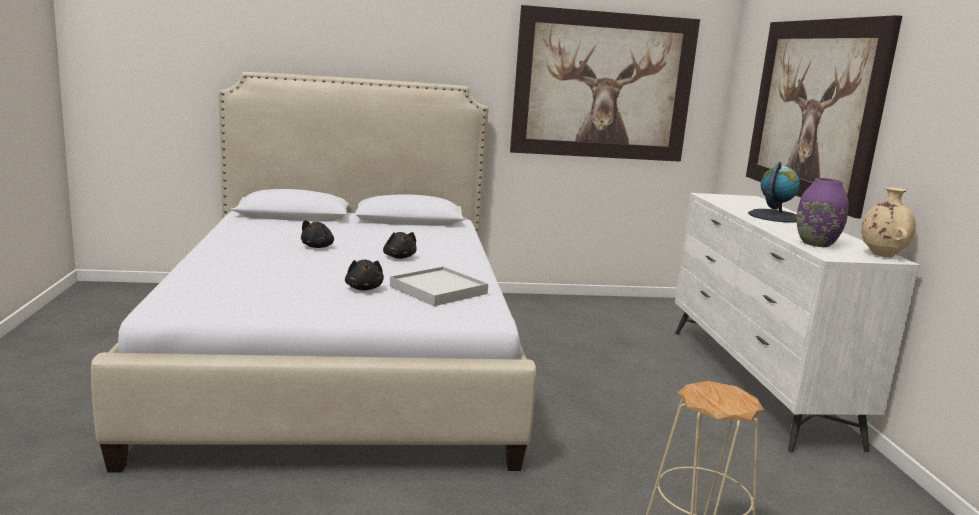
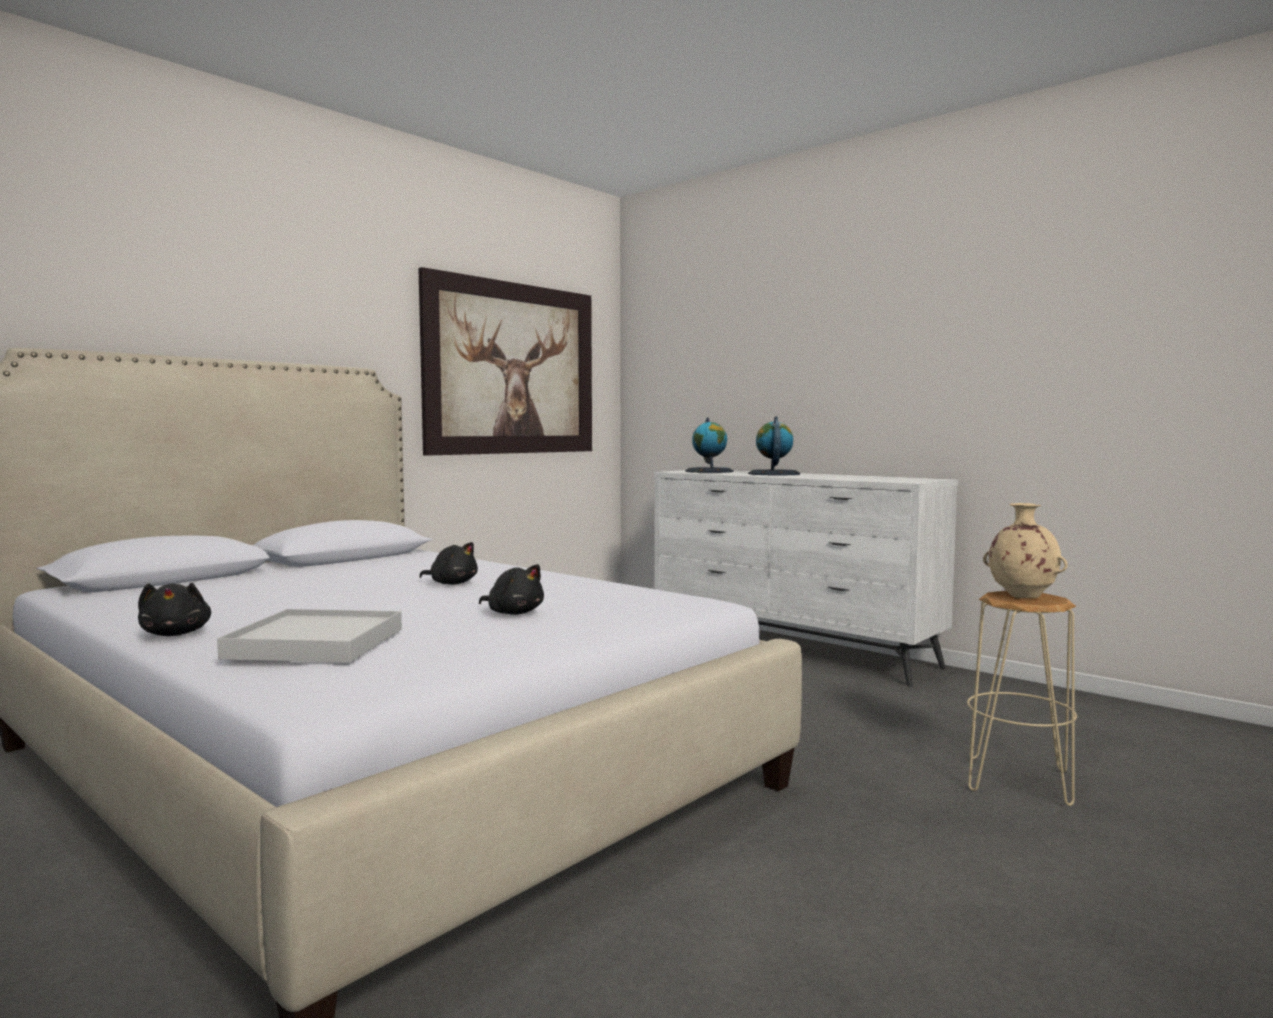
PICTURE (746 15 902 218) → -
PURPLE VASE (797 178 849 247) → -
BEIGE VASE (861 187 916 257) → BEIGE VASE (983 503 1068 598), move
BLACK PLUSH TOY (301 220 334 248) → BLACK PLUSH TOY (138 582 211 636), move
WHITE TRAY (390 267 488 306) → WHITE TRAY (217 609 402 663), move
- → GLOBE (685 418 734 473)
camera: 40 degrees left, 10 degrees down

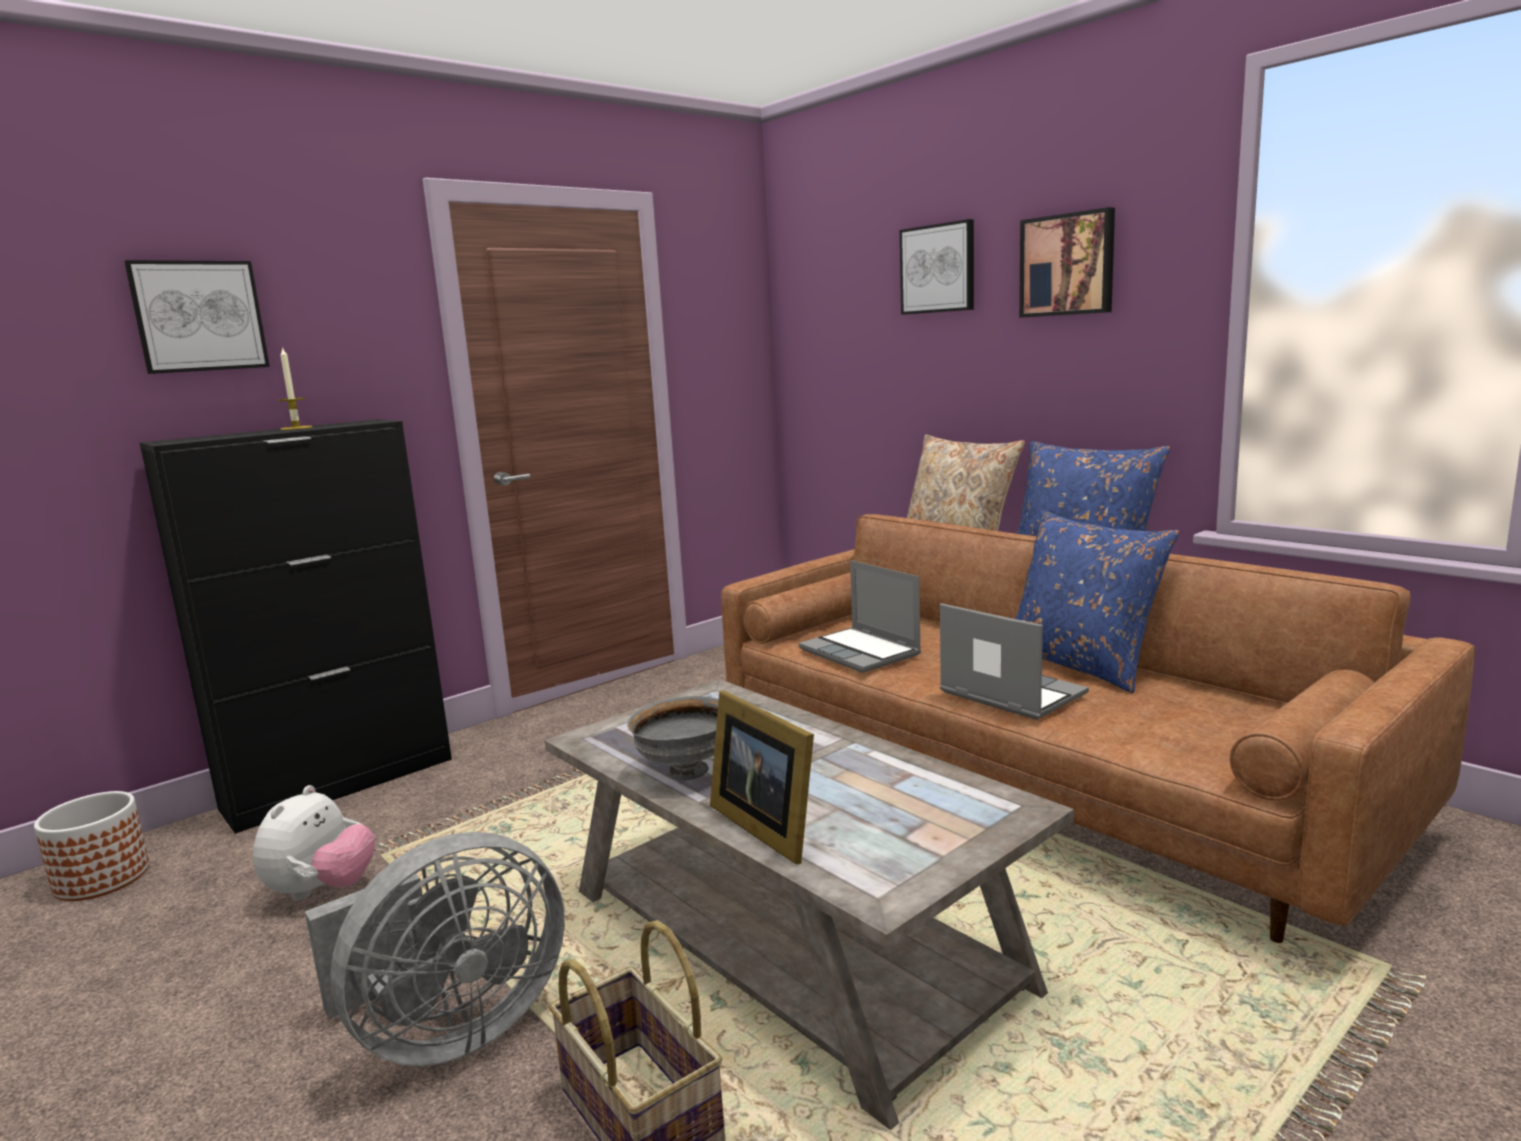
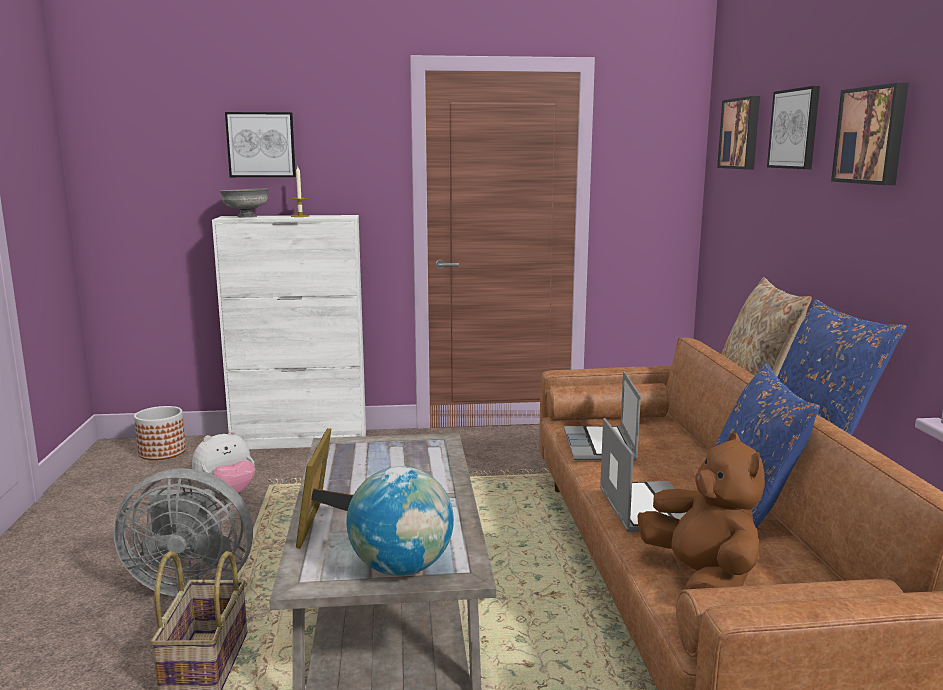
BLACK CABINET (140 419 452 834) → WHITE CABINET (212 215 366 449)
GREY BOWL (627 696 719 780) → GREY BOWL (219 188 268 217), move
- → PICTURE (717 96 760 169)
- → BROWN PLUSH TOY (637 432 765 590)
- → GLOBE (347 466 454 576)
camera: 35 degrees right, 0 degrees up

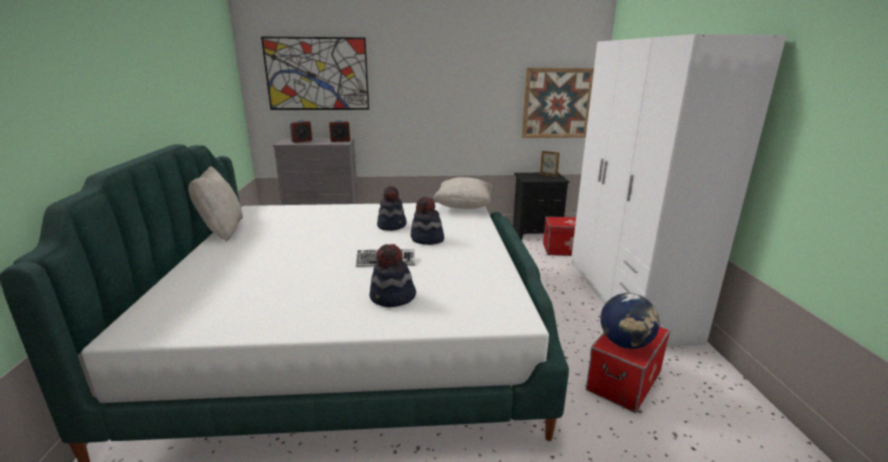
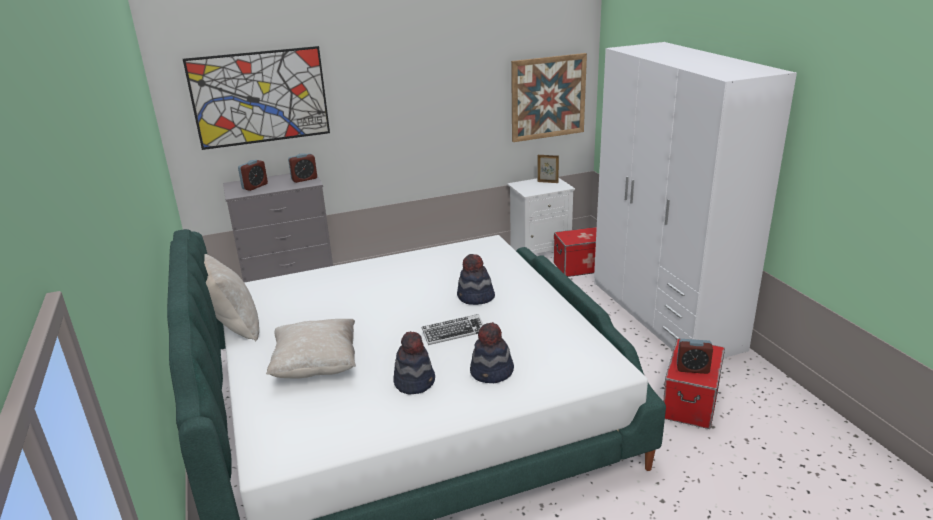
BLACK NIGHTSTAND (513 173 570 240) → WHITE NIGHTSTAND (507 178 575 254)
BEIGE PILLOW (434 177 492 209) → BEIGE PILLOW (266 319 356 378), move
HAT (377 186 407 231) → HAT (393 331 435 394), move
GLOBE (600 293 660 349) → ALARM CLOCK (677 339 713 374)
camera: 15 degrees left, 5 degrees up

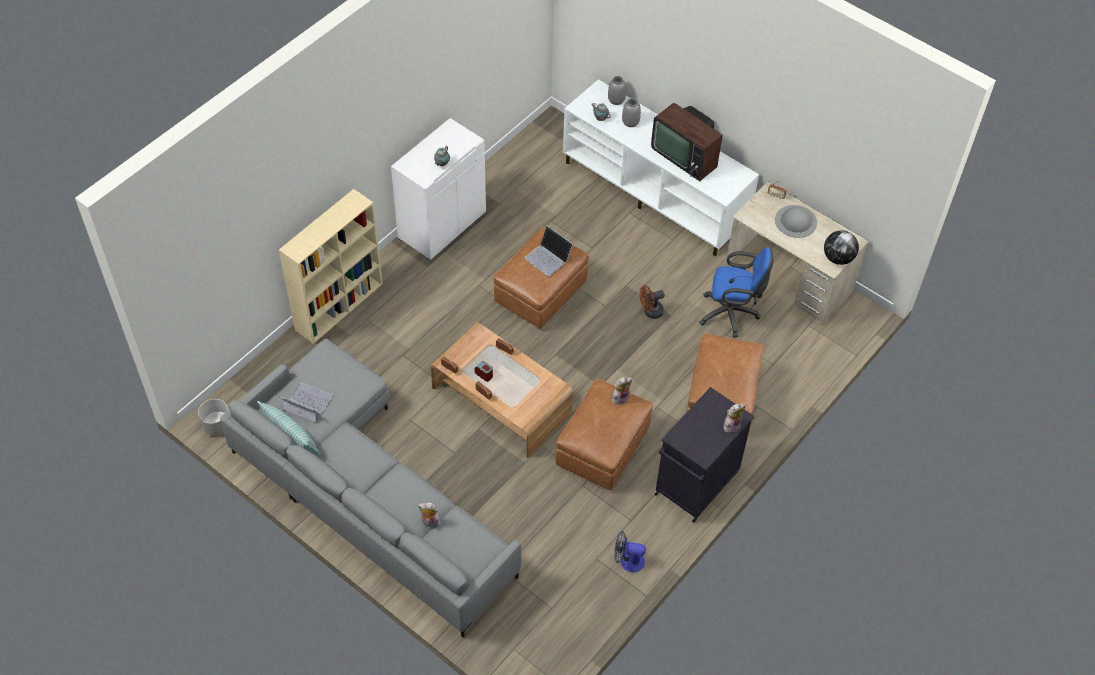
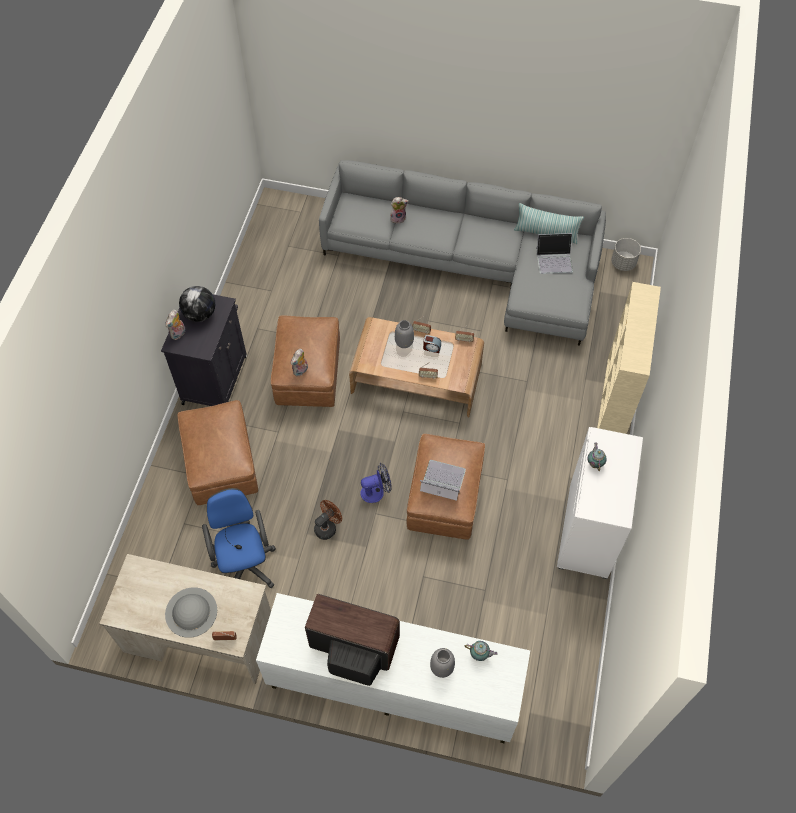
GREY VASE (608 76 626 105) → GREY VASE (395 320 414 348), move
GLOBE (824 230 859 265) → GLOBE (179 286 215 322), move
BLUE OFFICE CHAIR (699 247 773 338) → BLUE OFFICE CHAIR (202 488 276 588), 90 degrees clockwise
FAN (615 531 646 572) → FAN (361 463 391 503), move
camera: 155 degrees right, 5 degrees up

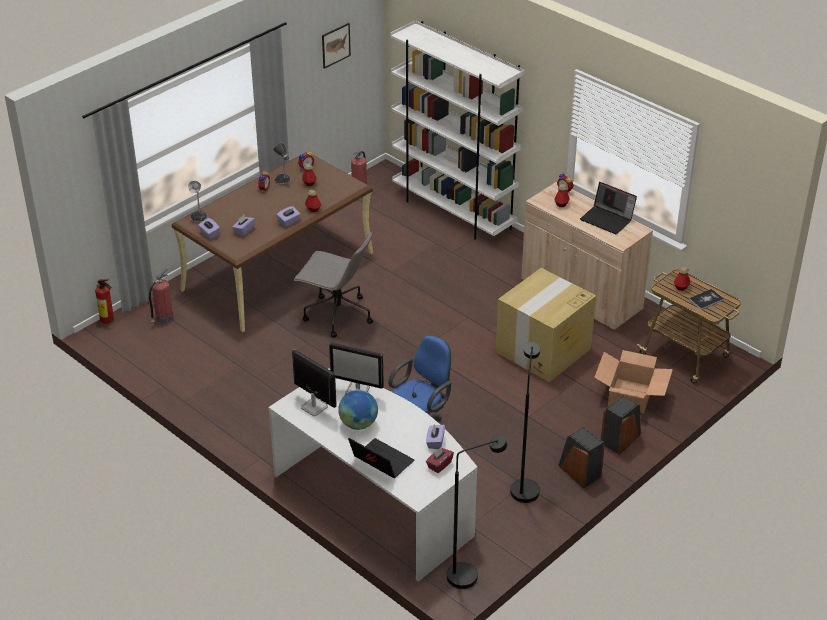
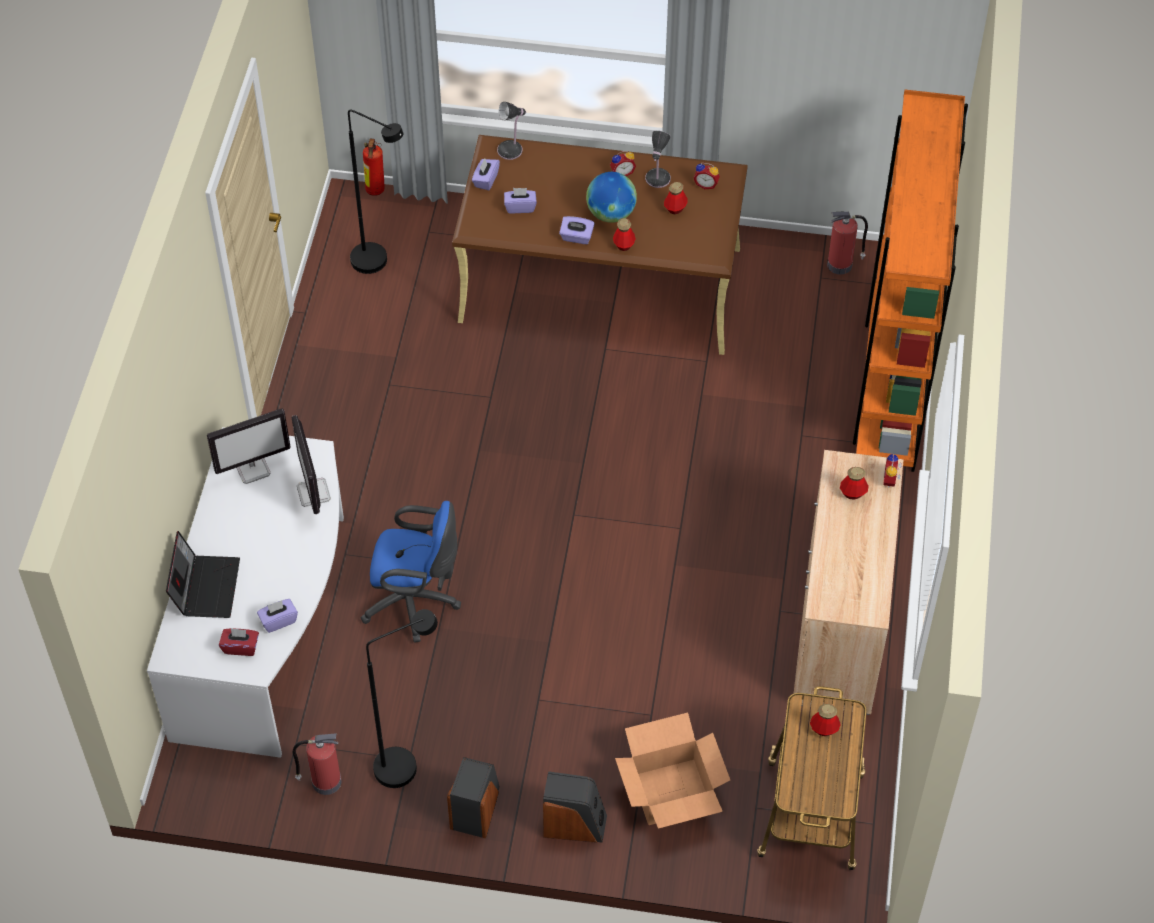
WHITE BOOKCASE (390 20 525 240) → ORANGE BOOKCASE (853 90 968 472)
PICTURE (322 23 351 69) → -
LAPTOP (580 182 637 234) → -
GREY OFFICE CHAIR (294 231 373 338) → -
FIRE EXTINGUISHER (149 268 174 325) → FIRE EXTINGUISHER (293 734 342 795), move
CARDBOARD BOX (496 268 596 382) → -
BOOK (689 289 724 310) → -
MONITOR (292 349 337 416) → MONITOR (207 408 291 484), 60 degrees clockwise
GLOBE (338 390 378 430) → GLOBE (586 172 637 223), move
BLACK FLOOR LAMP (447 435 507 589) → BLACK FLOOR LAMP (348 110 403 274), move
camera: 55 degrees right, 15 degrees up

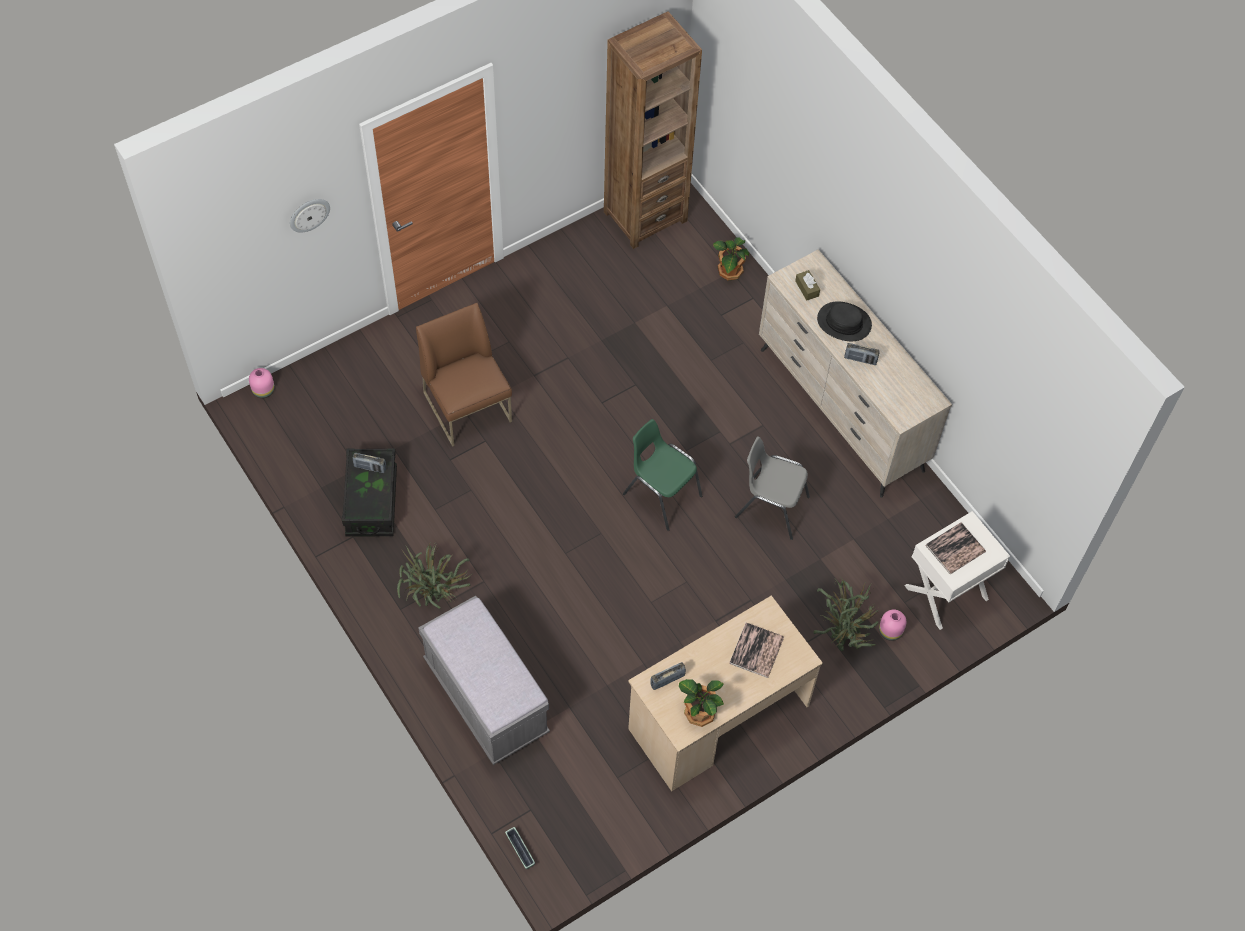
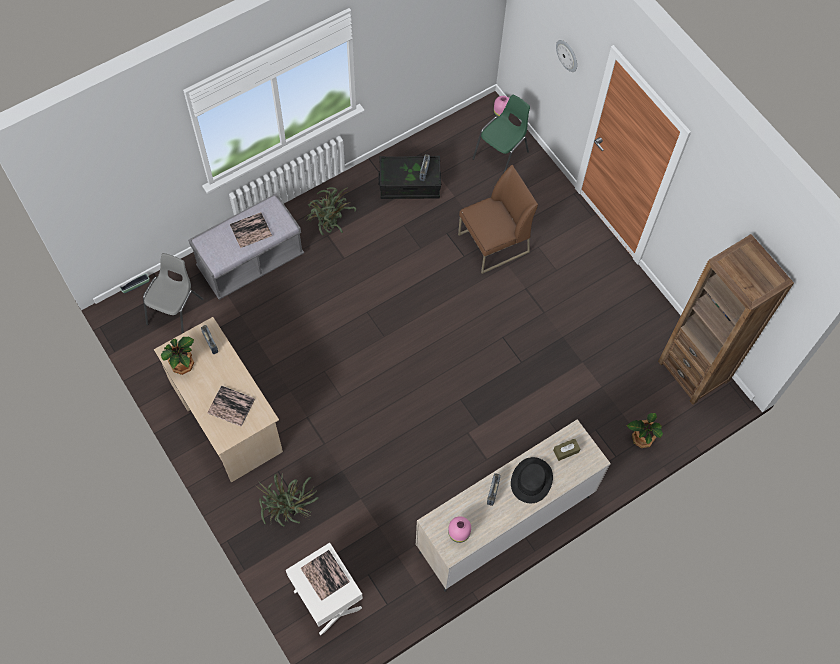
GREEN CHAIR (623 419 702 531) → GREEN CHAIR (472 95 530 173), move
GREY CHAIR (735 436 810 540) → GREY CHAIR (143 253 203 334), move
PINK VASE (879 610 907 641) → PINK VASE (448 516 471 543), move
- → BOOK (230 212 272 248)
camera: 90 degrees right, 5 degrees up

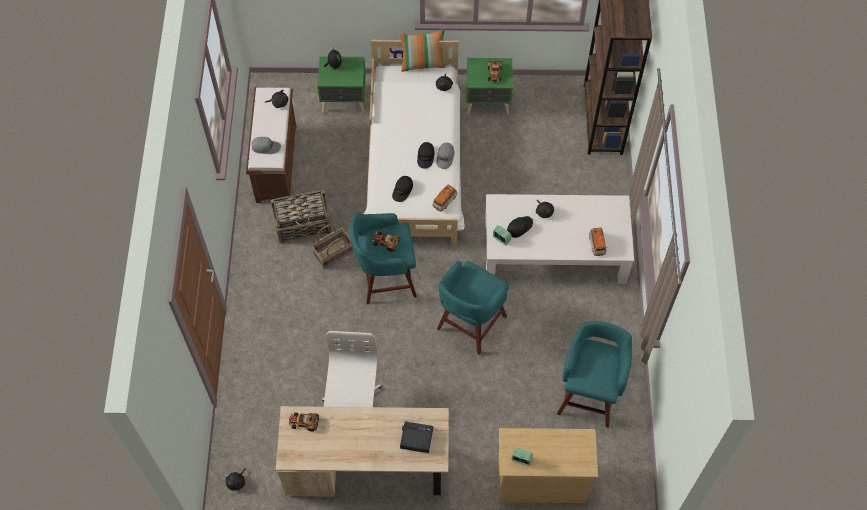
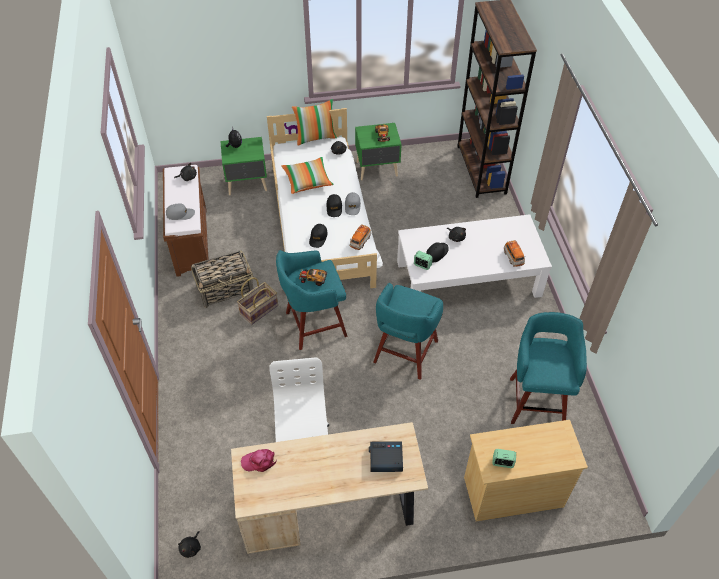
TOY CAR (289 412 319 432) → PINK CAP (241 449 277 472)
- → PILLOW (281 157 334 194)
camera: 10 degrees left, 10 degrees down

